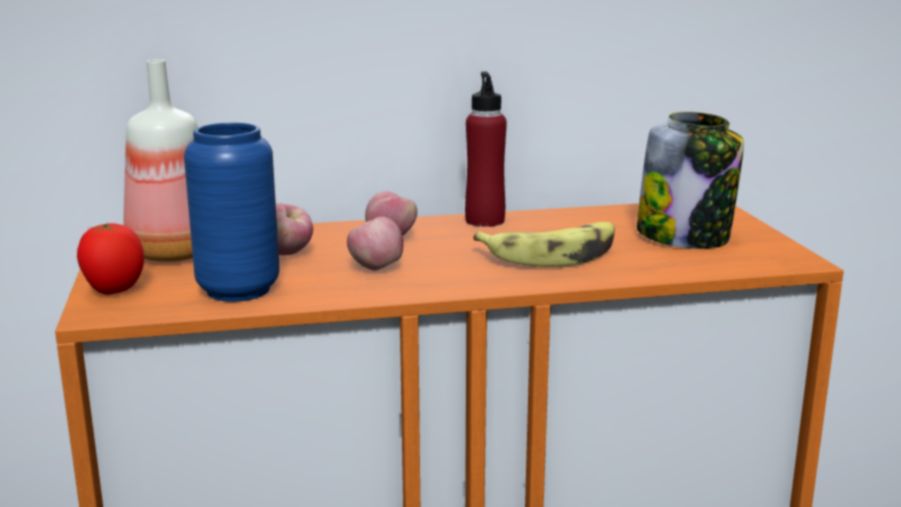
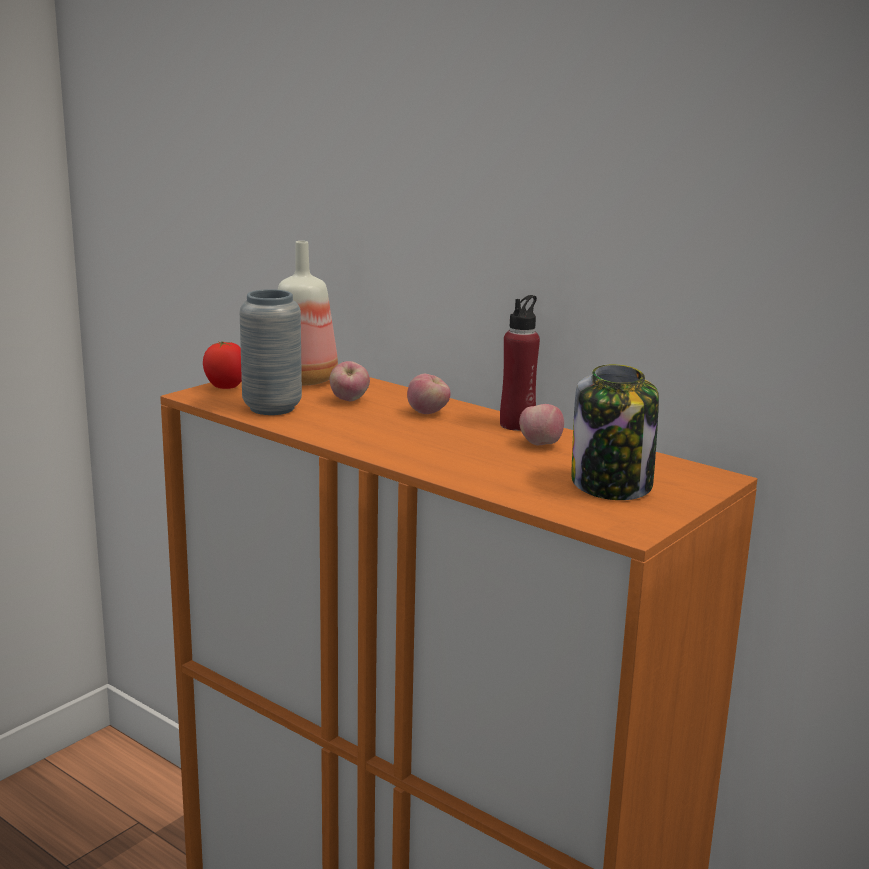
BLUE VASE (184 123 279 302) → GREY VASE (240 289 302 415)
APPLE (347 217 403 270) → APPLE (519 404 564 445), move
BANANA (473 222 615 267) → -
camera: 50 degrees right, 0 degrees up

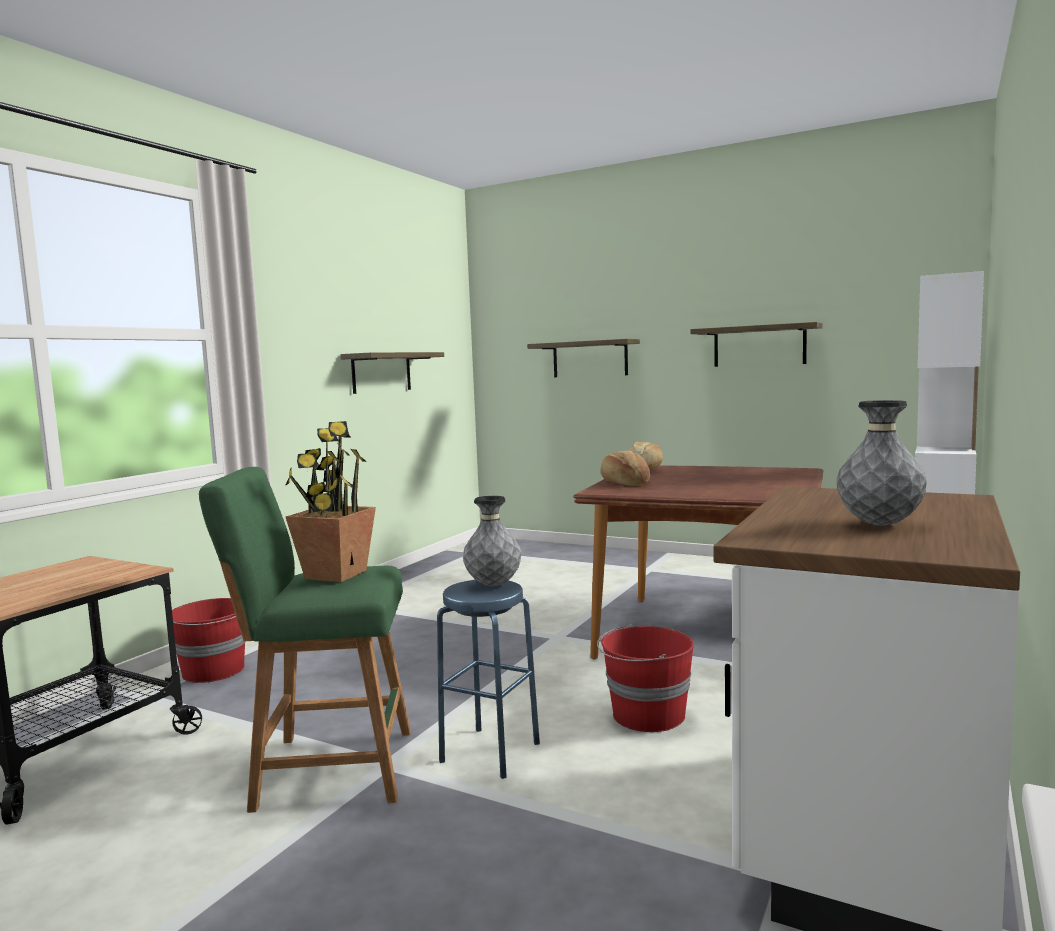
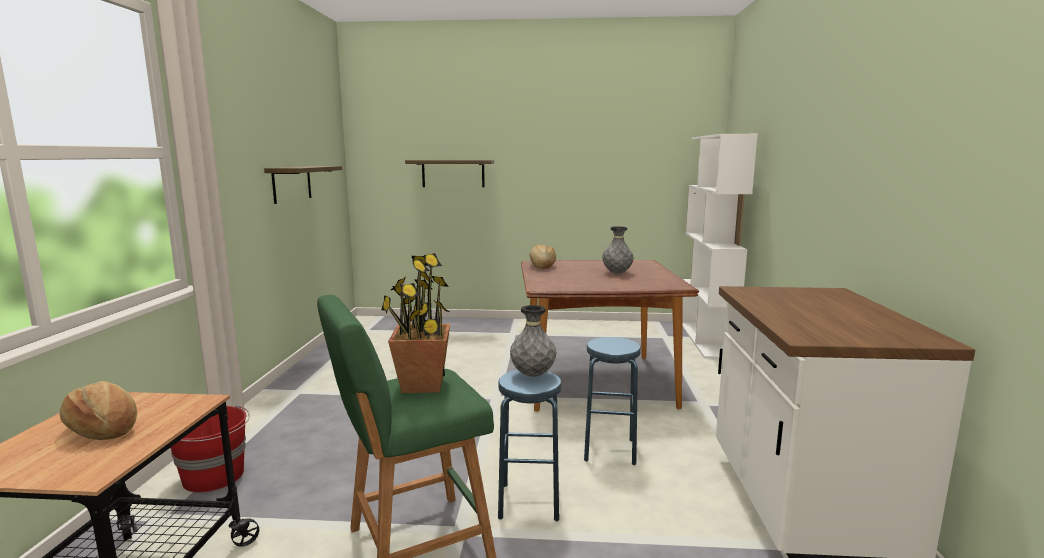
SHELF (691 322 823 367) → -
GREY VASE (836 400 927 526) → GREY VASE (602 226 634 274), move
BREAD (600 450 650 486) → BREAD (60 381 137 440), move
RED BUCKET (597 624 694 732) → BLUE STOOL (584 337 641 465)
camera: 25 degrees left, 5 degrees up

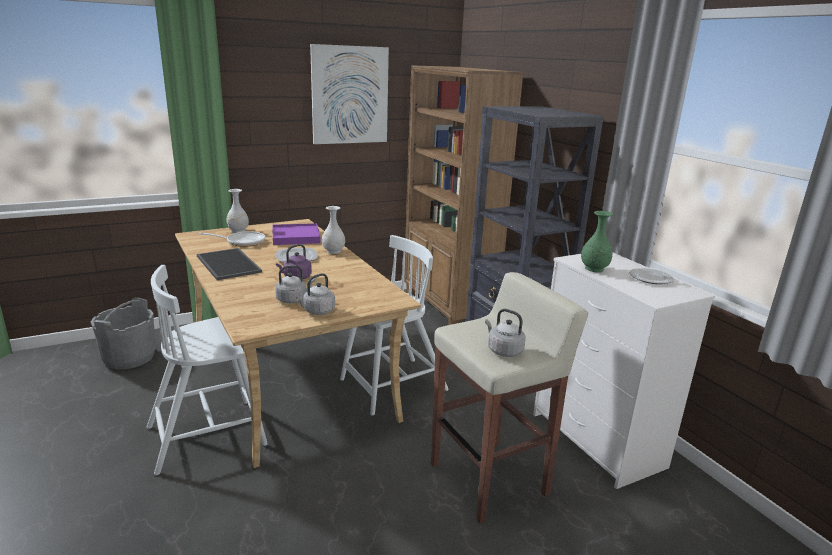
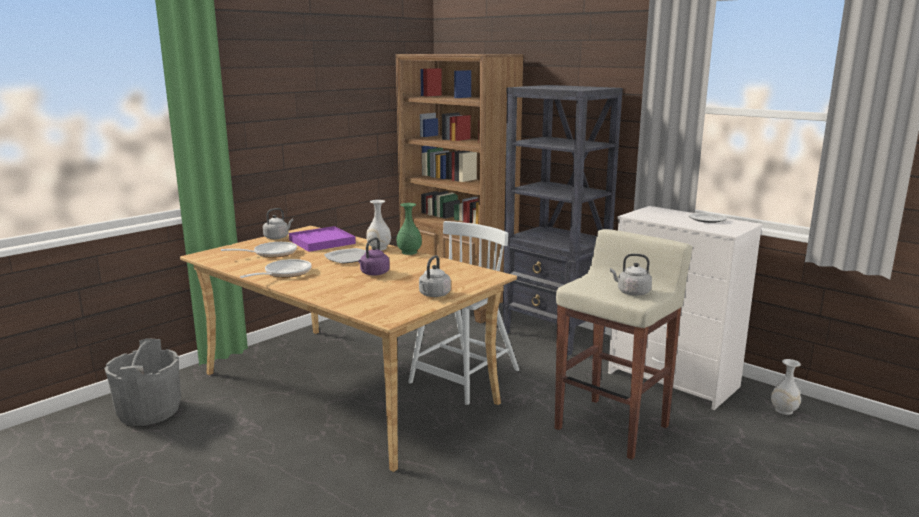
PICTURE (310 44 389 144) → -
WHITE VASE (227 189 249 233) → WHITE VASE (771 359 801 415), move
GREEN VASE (581 211 613 272) → GREEN VASE (397 203 422 255), move
TRAY (196 248 262 280) → FRYING PAN (240 259 312 278)
WHITE CHAIR (146 265 268 475) → -
GREY KETTLE (275 265 315 303) → GREY KETTLE (263 208 293 239), move
camera: 20 degrees left, 5 degrees down

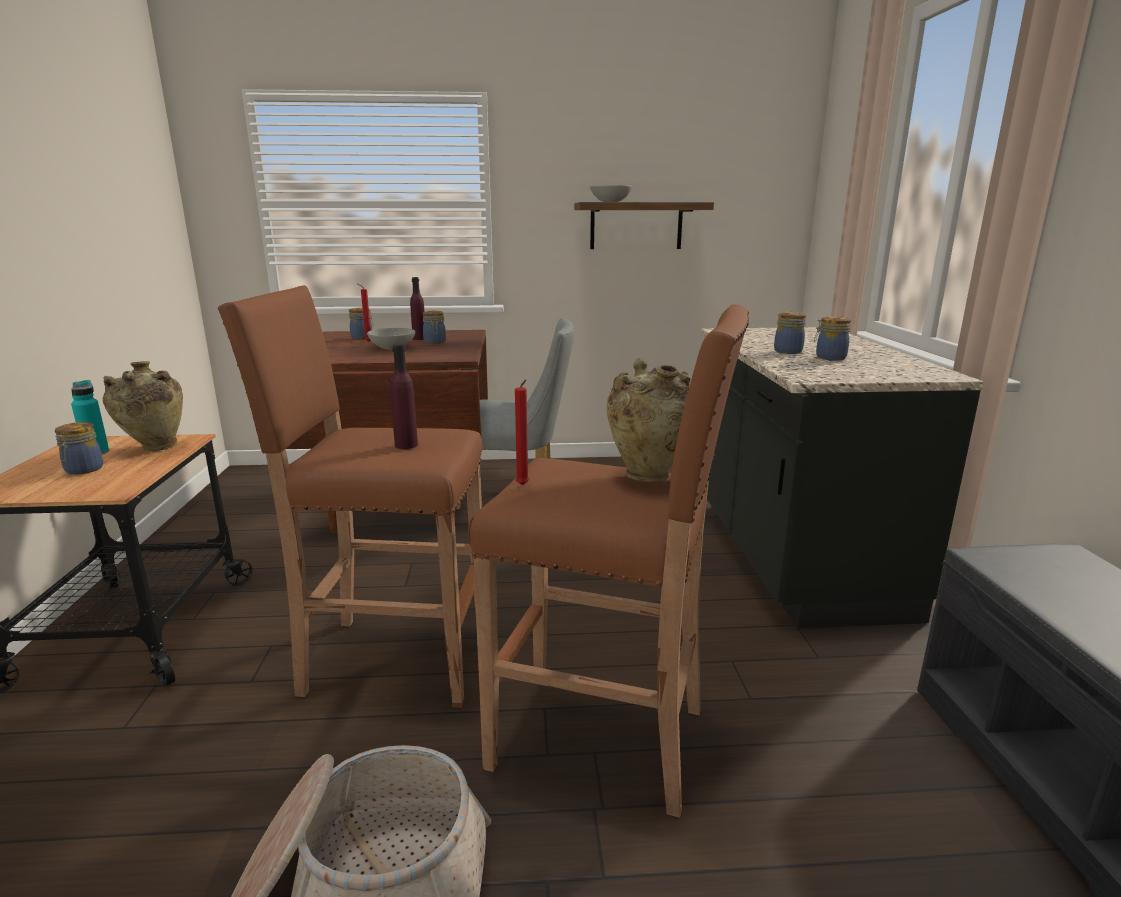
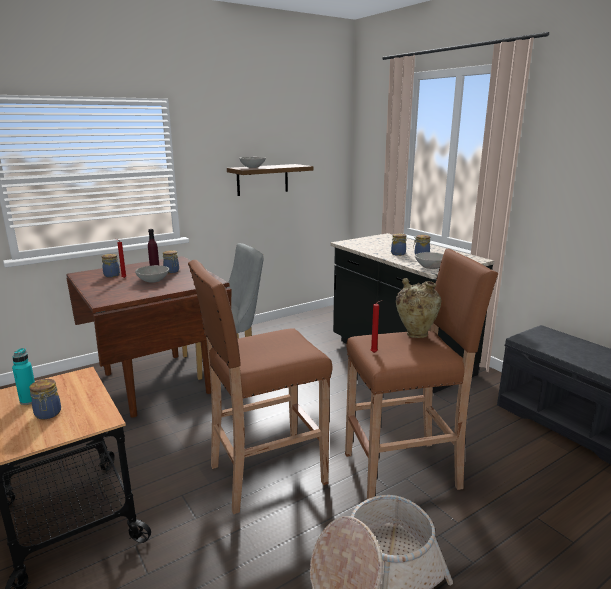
PURPLE BOTTLE (390 344 418 449) → -
BEIGE VASE (103 361 183 451) → -
- → GREY BOWL (415 252 443 269)
camera: 30 degrees left, 0 degrees up

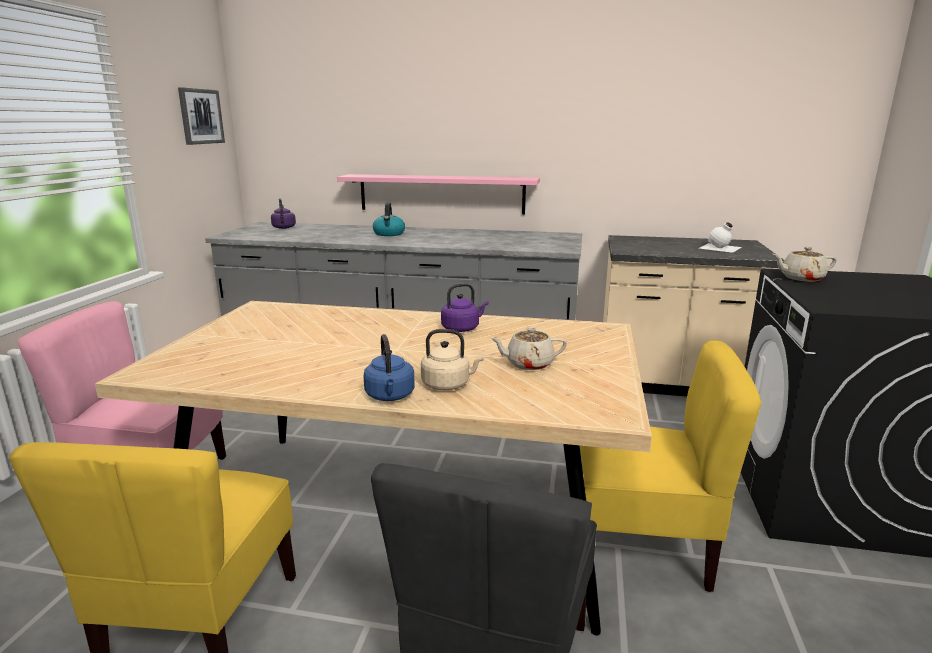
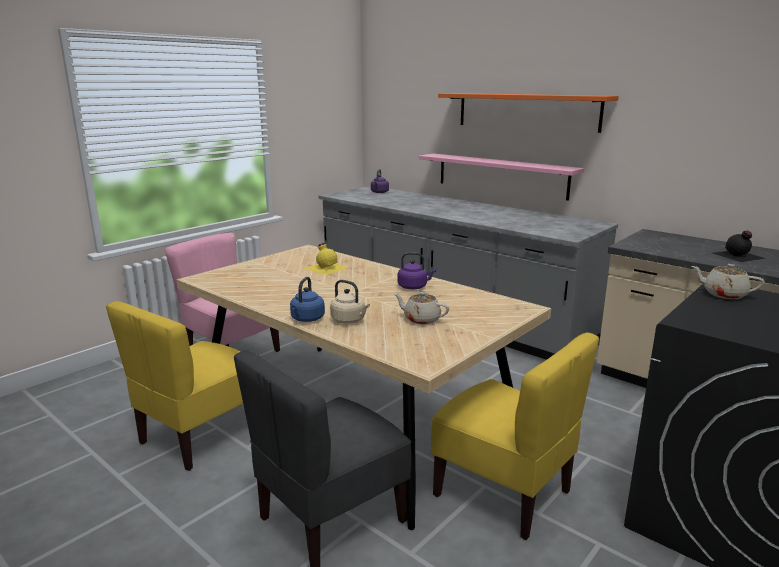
PICTURE (178 87 225 145) → -
KETTLE (373 203 405 236) → -
WHITE BOTTLE (699 222 742 253) → BLACK BOTTLE (712 231 766 262)
- → ORANGE SHELF (438 93 619 133)
- → YELLOW BOTTLE (304 243 348 275)
camera: 30 degrees right, 0 degrees up

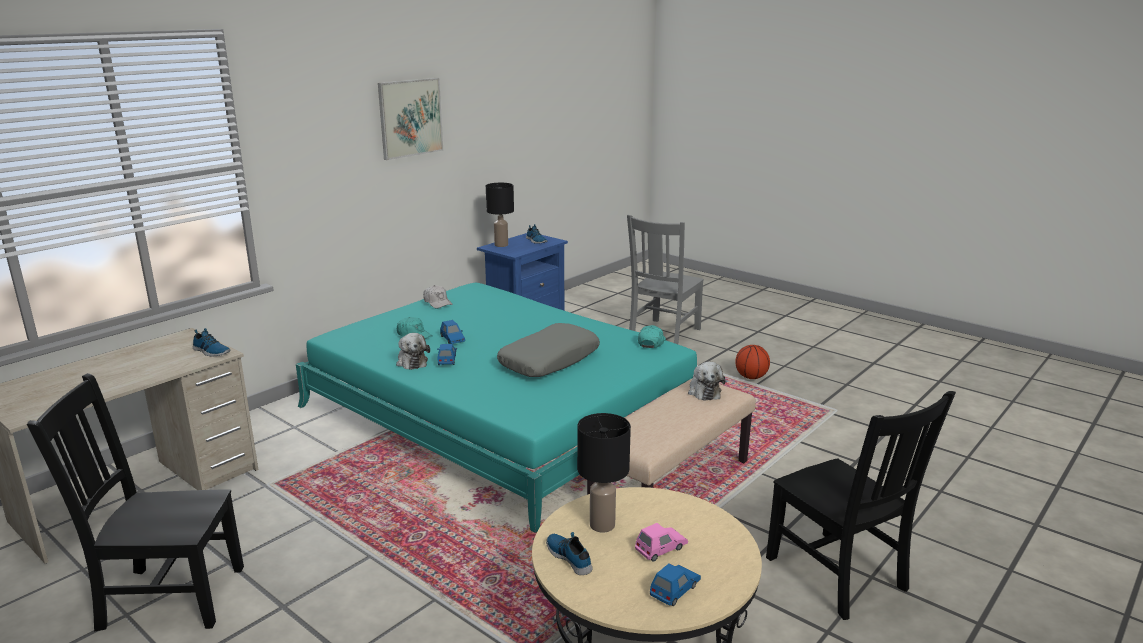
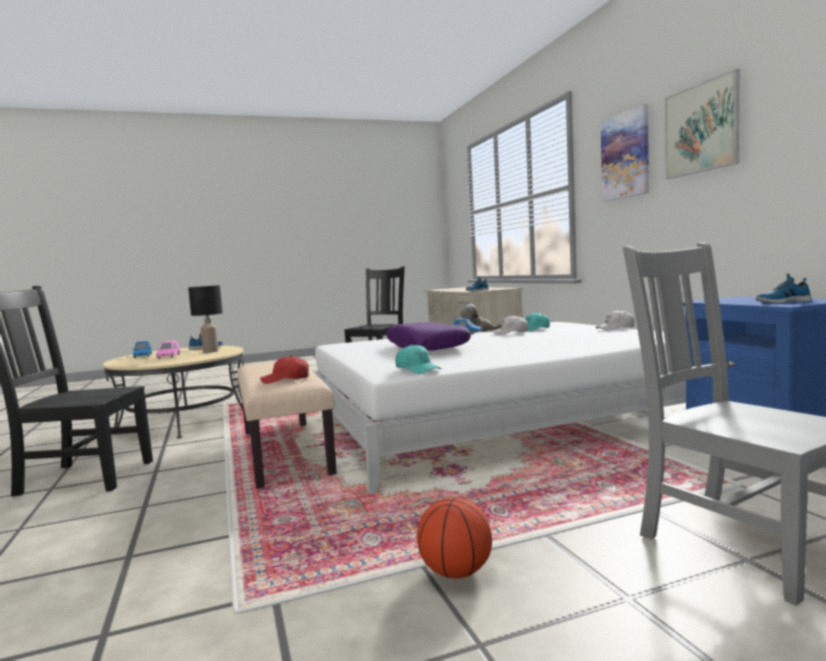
BLACK TABLE LAMP (486 183 514 247) → -
TURQUOISE BED (296 283 697 533) → WHITE BED (311 322 686 494)
BLUE TOY CAR (440 320 465 344) → WHITE CAP (492 315 528 335)
GREY PILLOW (497 323 600 377) → PURPLE PILLOW (387 322 471 351)
PLUSH TOY (688 362 726 401) → RED CAP (260 355 309 384)
- → PICTURE (601 104 649 202)
camera: 120 degrees right, 15 degrees down

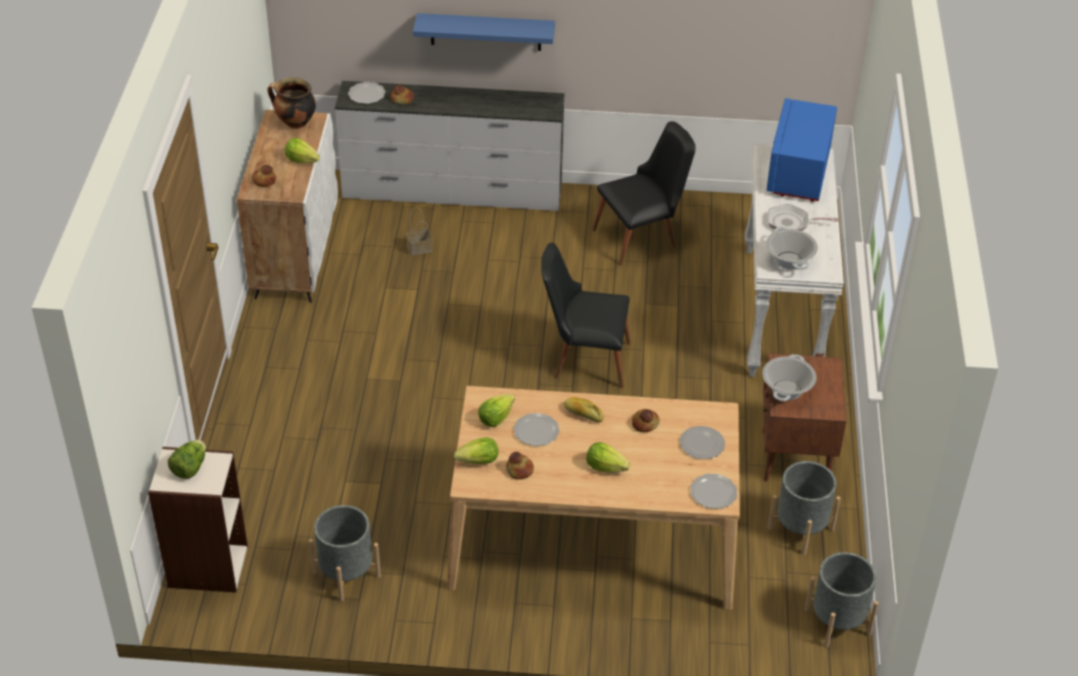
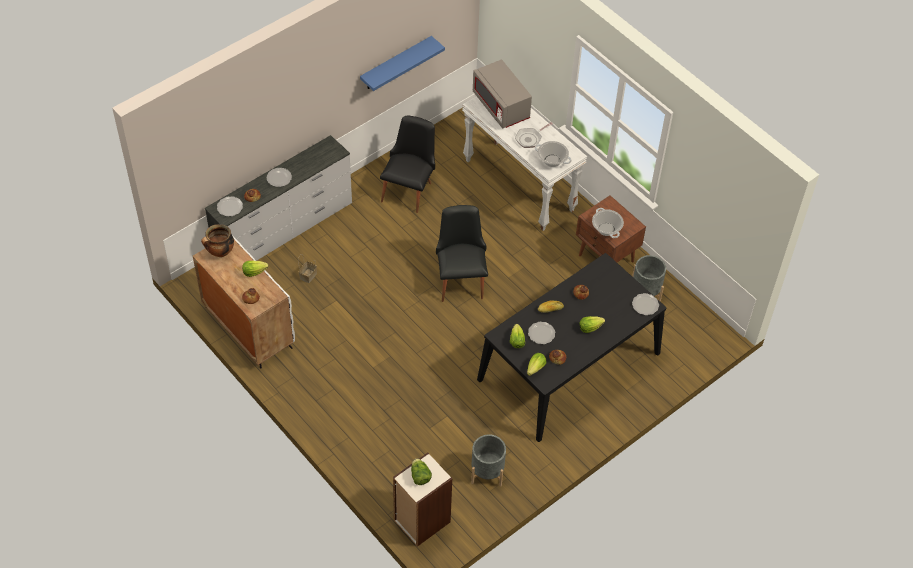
BLUE SHELF (413 13 555 51) → BLUE SHELF (360 36 445 91), move
BLUE MICROWAVE (767 98 837 202) → GREY MICROWAVE (473 60 532 128)
BLACK CHAIR (541 243 630 388) → BLACK CHAIR (436 205 488 302), 120 degrees clockwise
BEIGE DINING TABLE (447 386 740 610) → BLACK DINING TABLE (477 253 666 442)
PLATE (680 426 725 459) → PLATE (267 168 292 187), move
GREY PLANTER (805 552 879 647) → -
camera: 45 degrees left, 10 degrees up

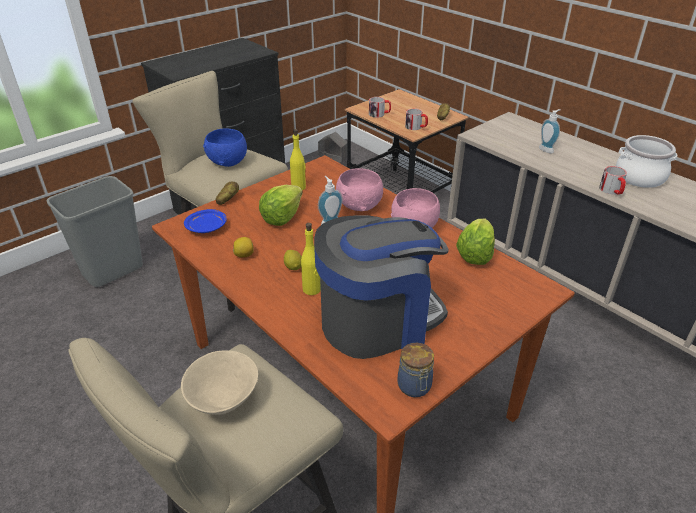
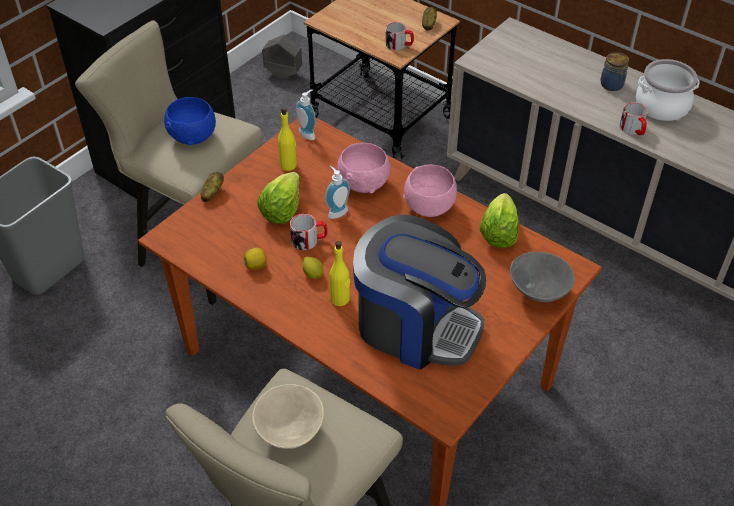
MUG (369 97 391 118) → MUG (290 214 327 250), move
SOAP DISPENSER (539 109 561 153) → SOAP DISPENSER (296 89 316 140), move
BLUE PLATE (184 209 227 233) → -
COFFEE MACHINE (314 215 449 359) → COFFEE MACHINE (353 214 486 370), 60 degrees clockwise
JAR (397 343 434 397) → JAR (600 52 629 91), move
- → GREY BOWL (510 252 575 302)
camera: 10 degrees left, 10 degrees up

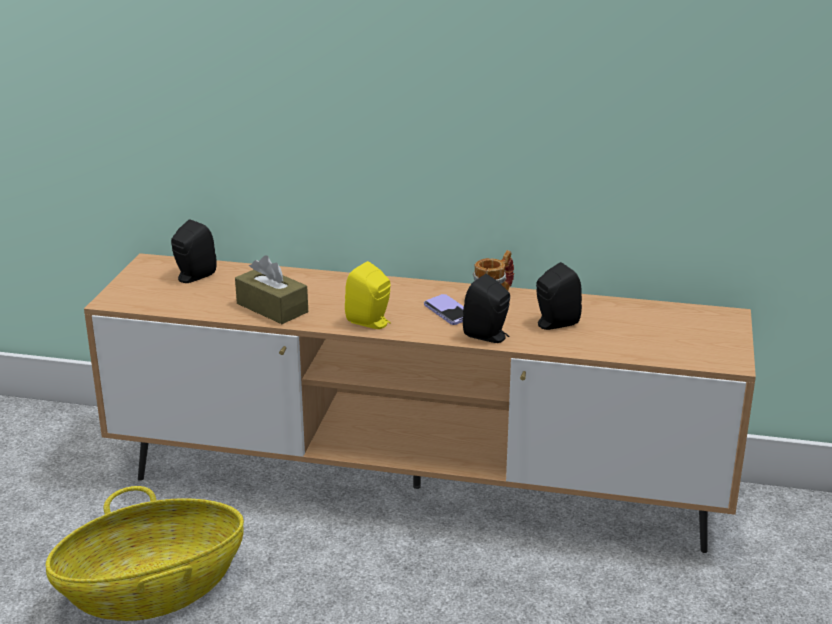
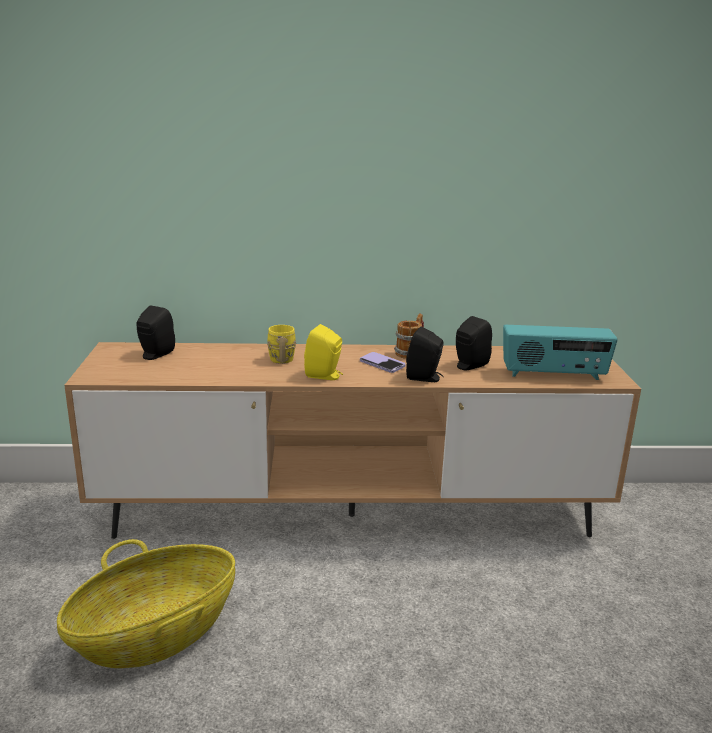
BROWN TISSUE BOX (235 256 308 324) → -
- → YELLOW MUG (267 325 296 364)
- → RADIO (503 325 618 380)
camera: 15 degrees left, 5 degrees down

